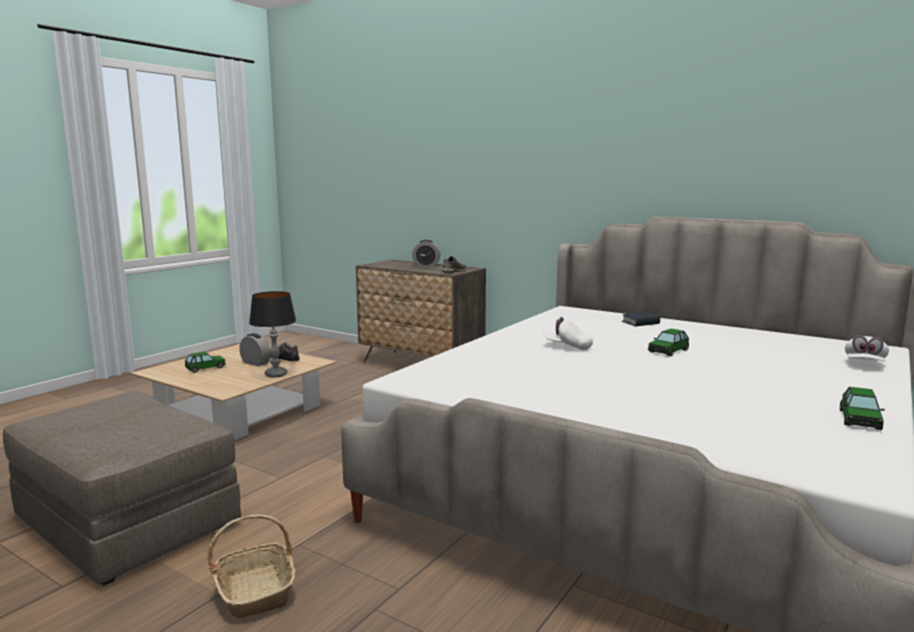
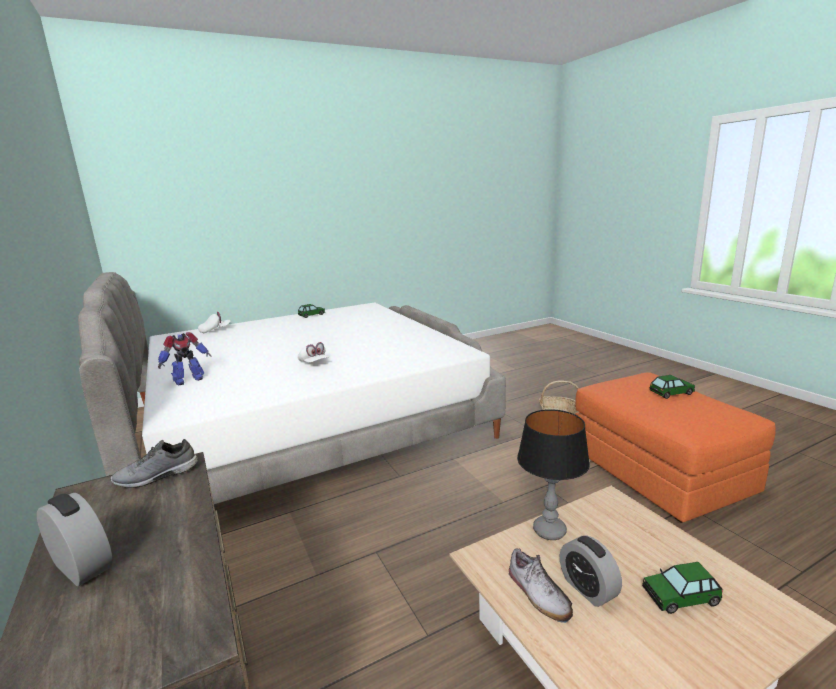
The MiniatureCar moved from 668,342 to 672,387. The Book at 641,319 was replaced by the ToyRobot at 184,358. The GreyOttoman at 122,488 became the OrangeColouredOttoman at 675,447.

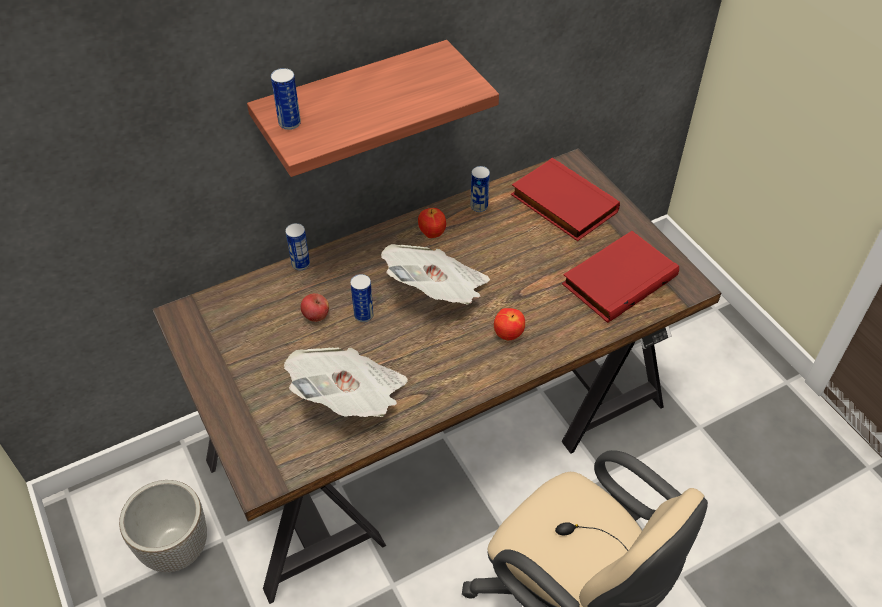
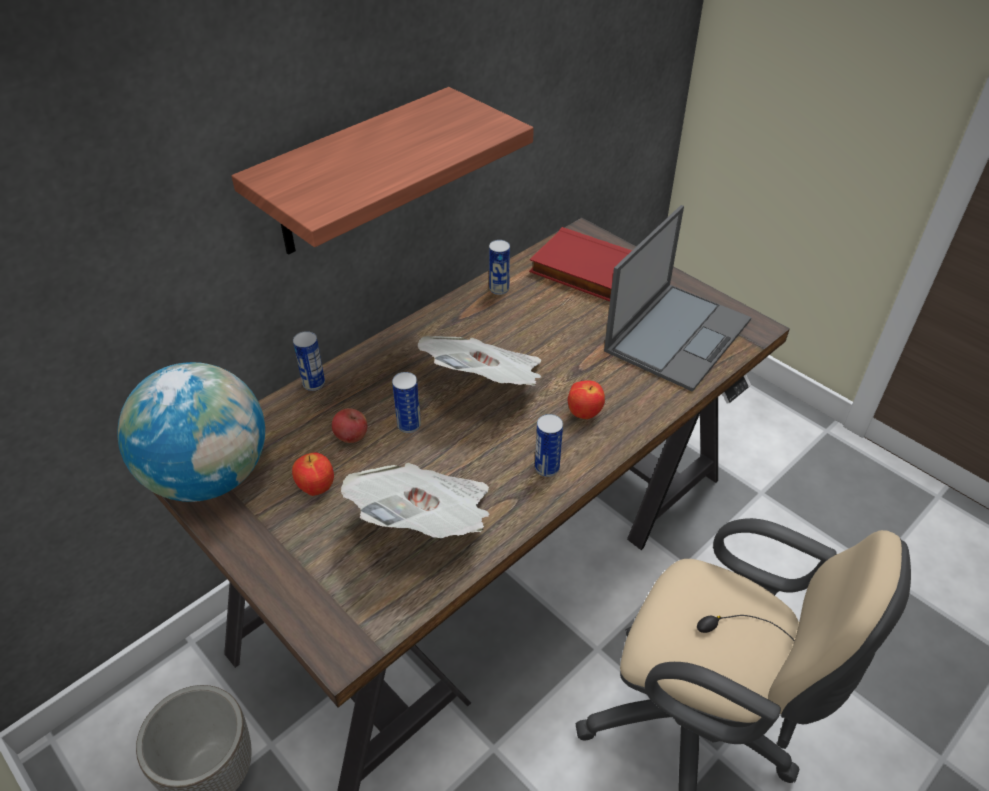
The WorldGlobe at 191,432 appeared. The Can moved from 286,99 to 549,445. The WholeApple moved from 432,223 to 313,474. The RedColouredBook at 620,277 was replaced by the NotebookComputer at 677,298.

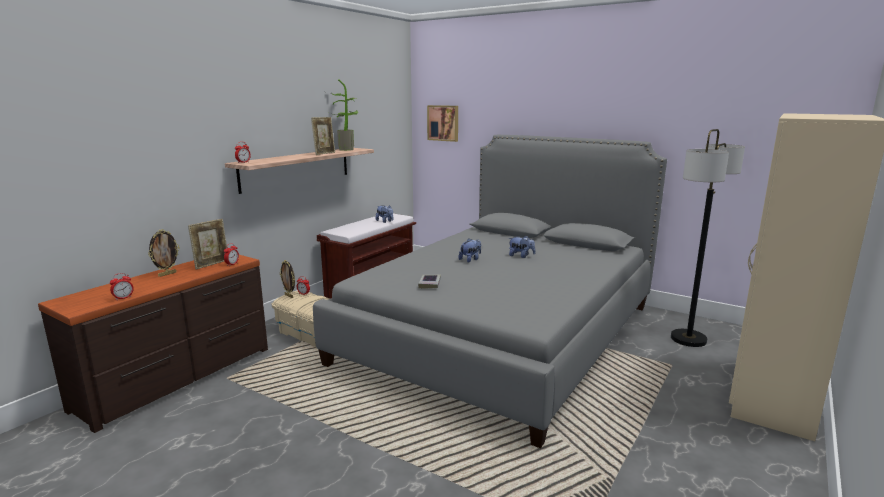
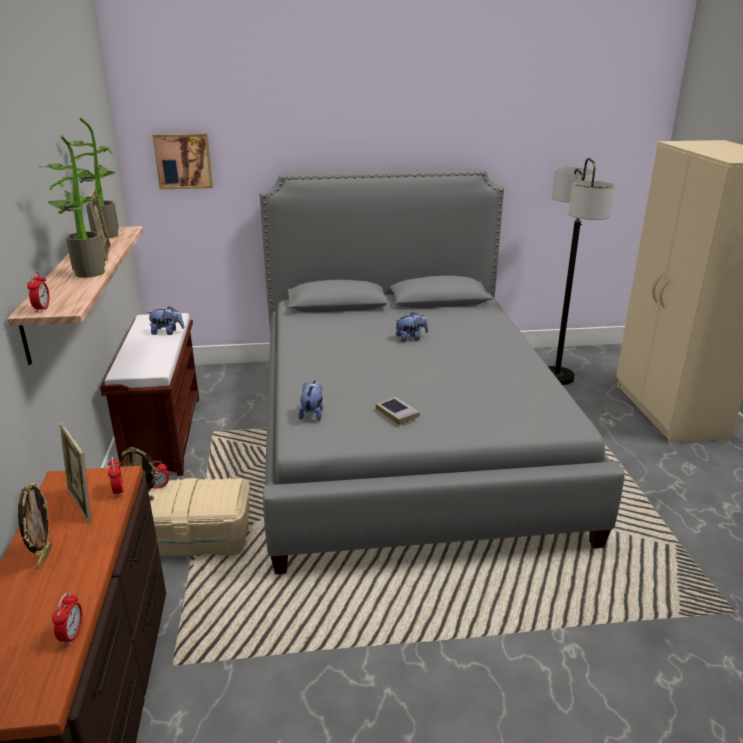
The PottedPlant at 72,206 appeared. The CuddlyToy moved from 469,250 to 310,401. The PhotoFrame at 207,244 turned 150 degrees clockwise.

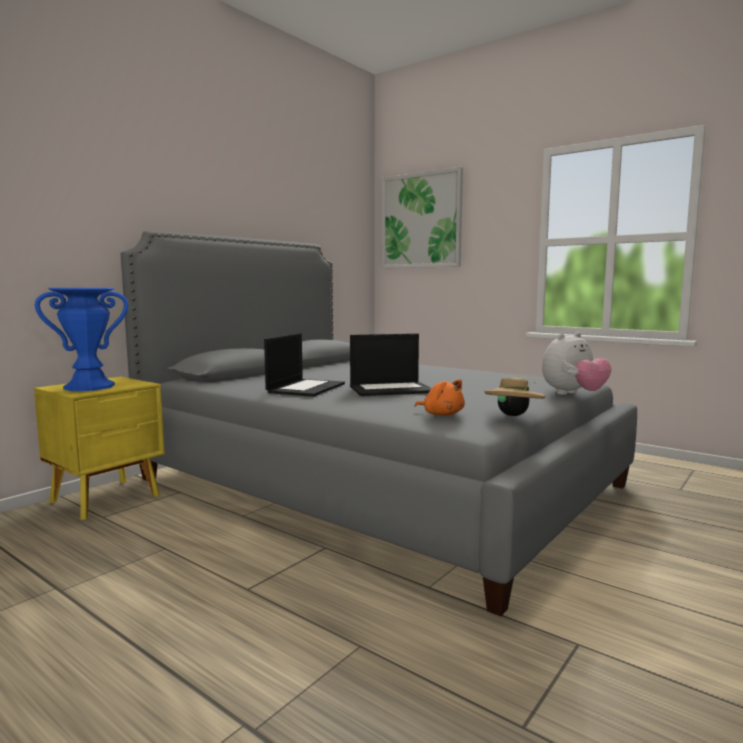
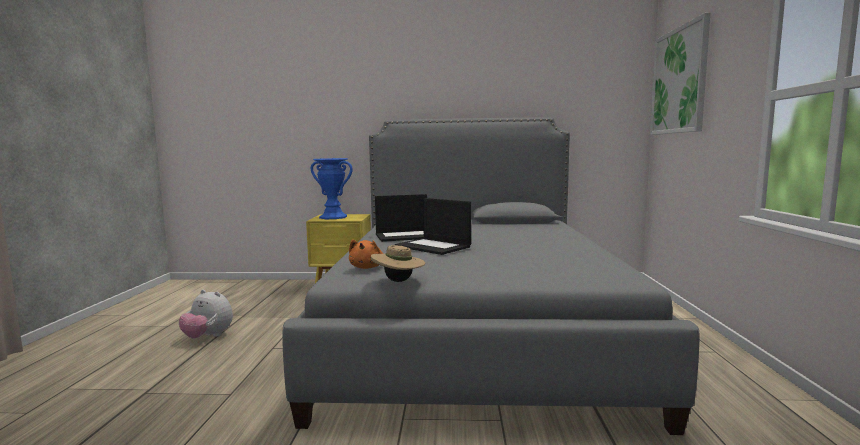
The CuddlyToy moved from 577,364 to 206,314.

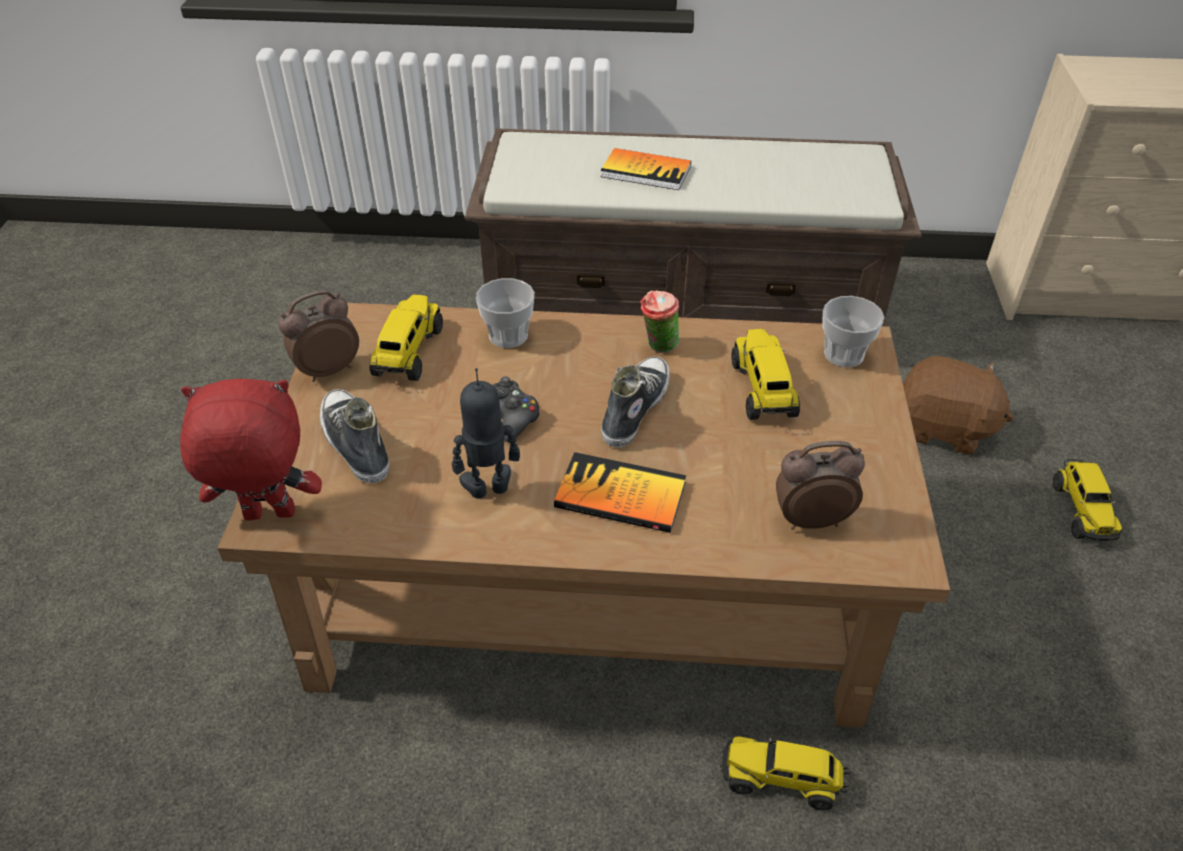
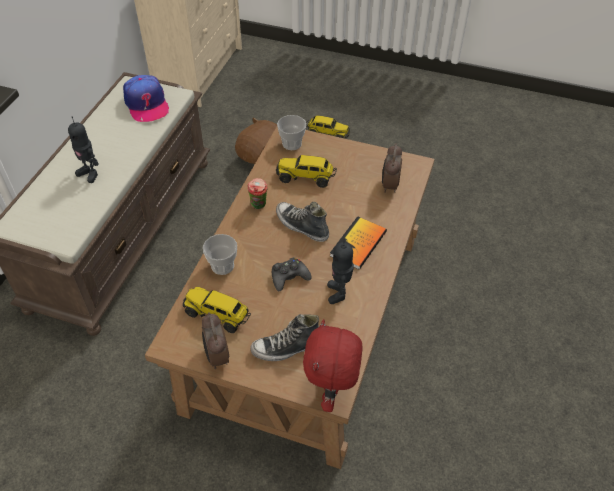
The ToyLorry at 785,773 disappeared. The BaseballCap at 146,98 appeared. The Book at 645,169 was replaced by the ToyRobot at 83,149.

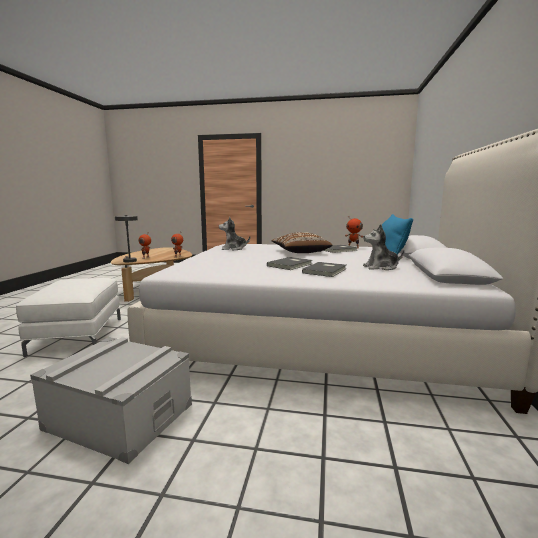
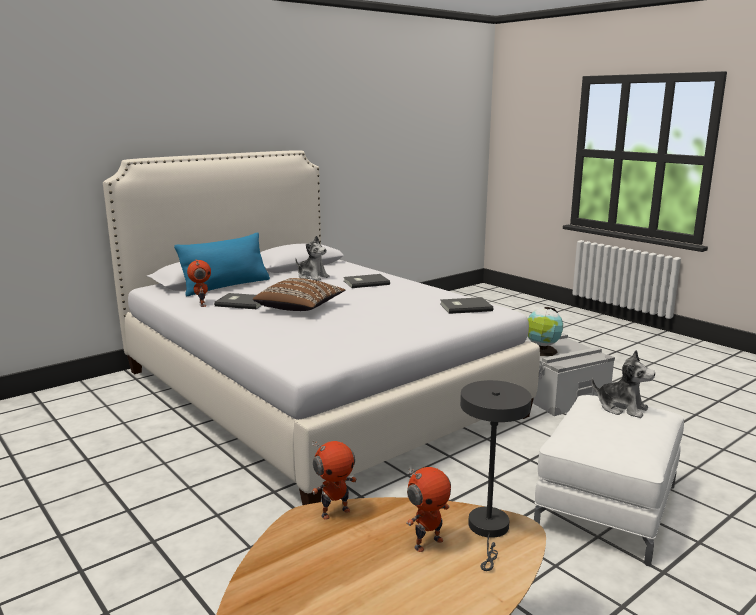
The WorldGlobe at 545,331 appeared. The CuddlyToy moved from 234,233 to 623,384. The GreyBook moved from 289,263 to 466,305.

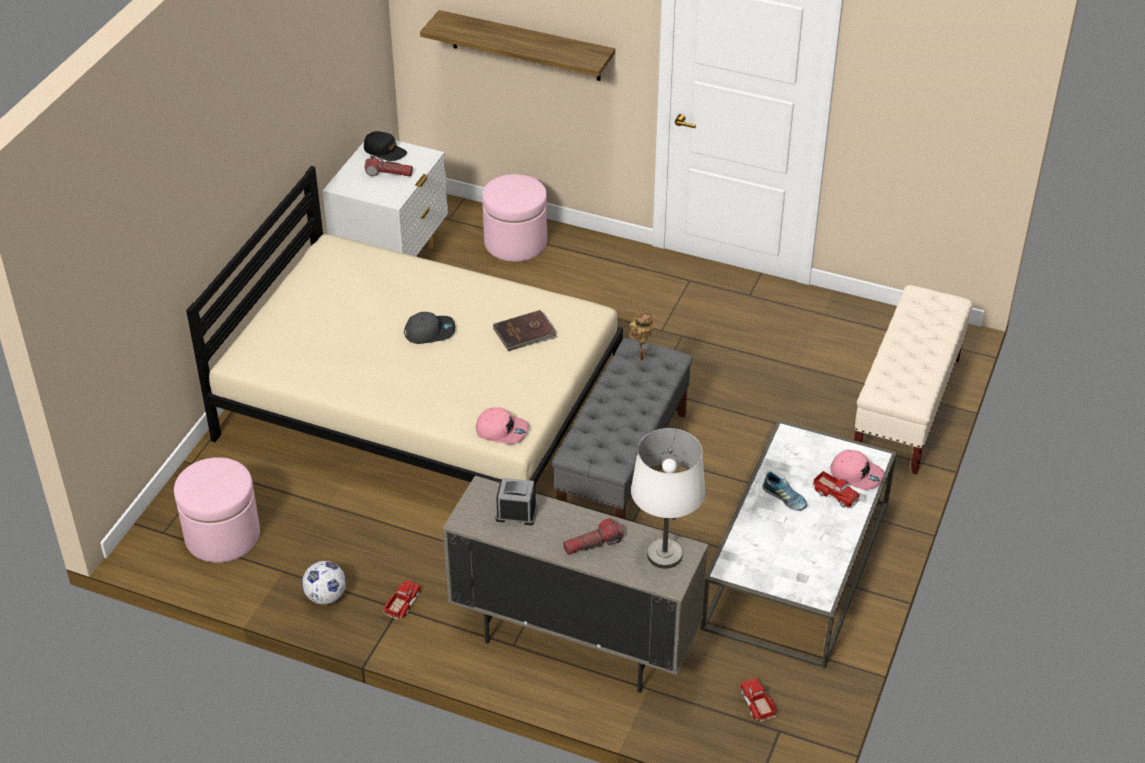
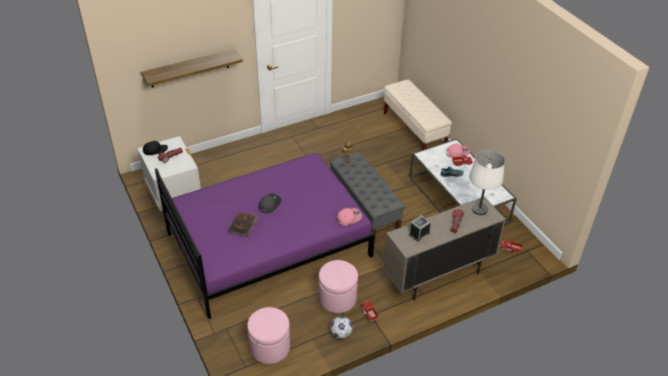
The PinkishOttoman moved from 514,218 to 338,286. The BrownColouredBook moved from 525,330 to 243,224. The BeigeColouredBedroomBed at 404,325 became the PurplishBedroomBed at 265,236.

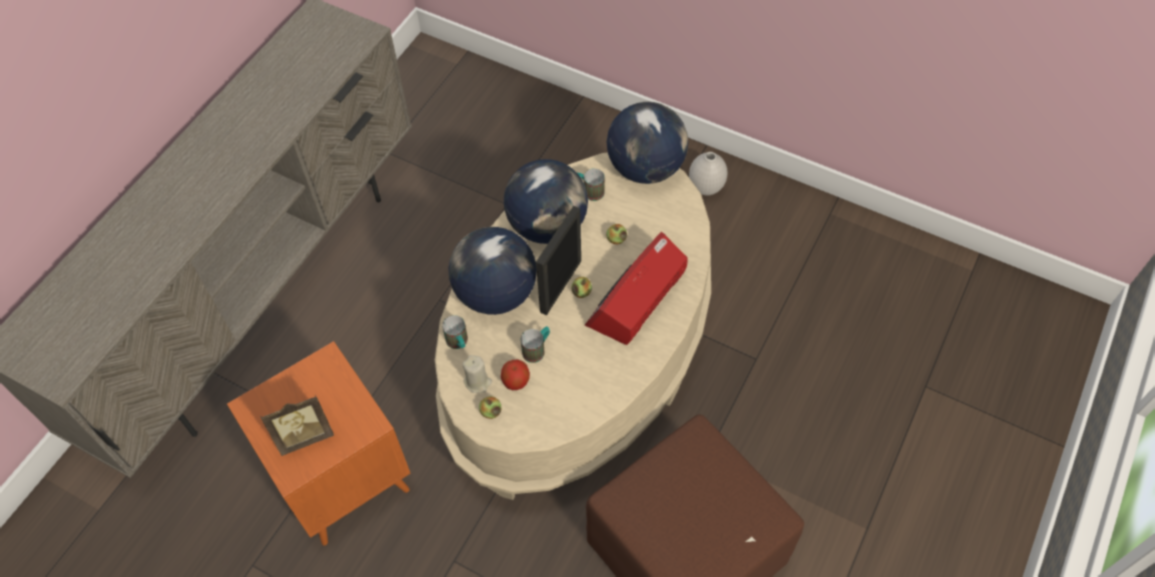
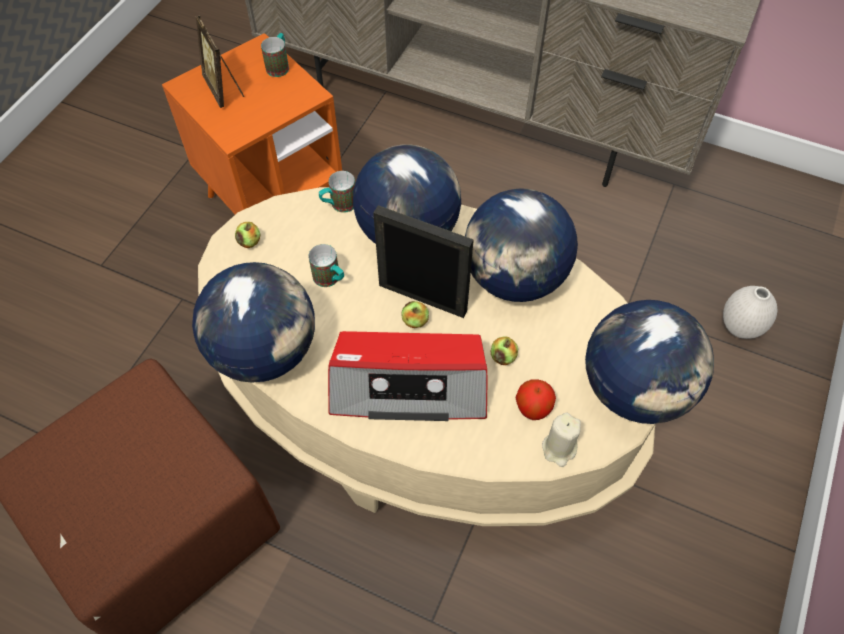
The WorldGlobe at 253,322 appeared. The BeigeColouredCandle moved from 477,374 to 561,439. The WholeApple moved from 515,375 to 535,399. The CoffeeMug moved from 591,185 to 275,55. The WhiteDecorativeVase moved from 708,173 to 750,312. The RadioSet at 636,288 turned 150 degrees clockwise.

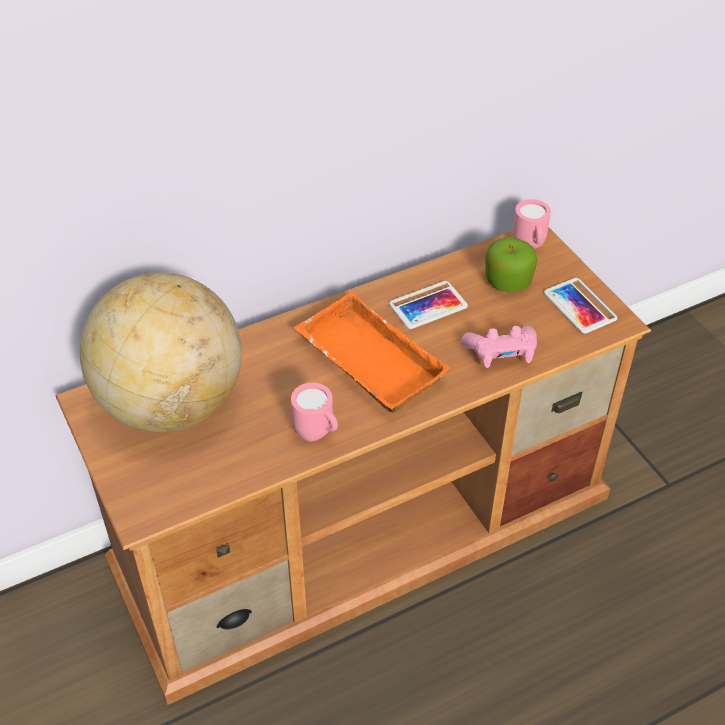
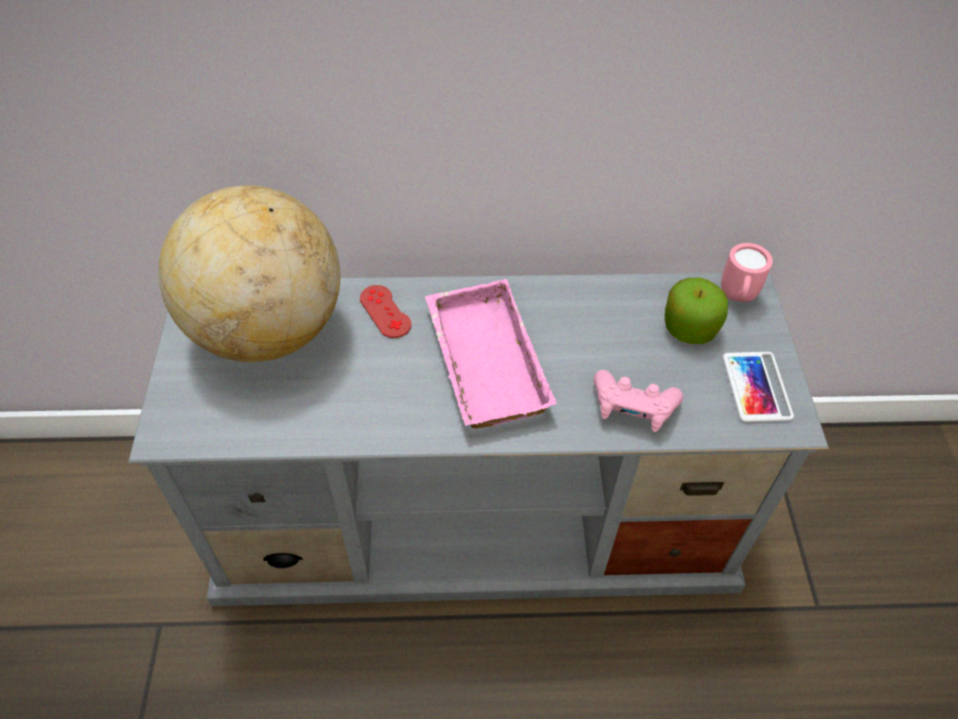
The PinkishCoffeeMug at 314,412 disappeared. The Handset at 428,305 disappeared. The RedColouredGameController at 385,311 appeared. The BrownColouredTvUnit at 353,466 became the GreyTvUnit at 478,439. The OrangeColouredServingTray at 372,352 became the PinkishServingTray at 491,354.

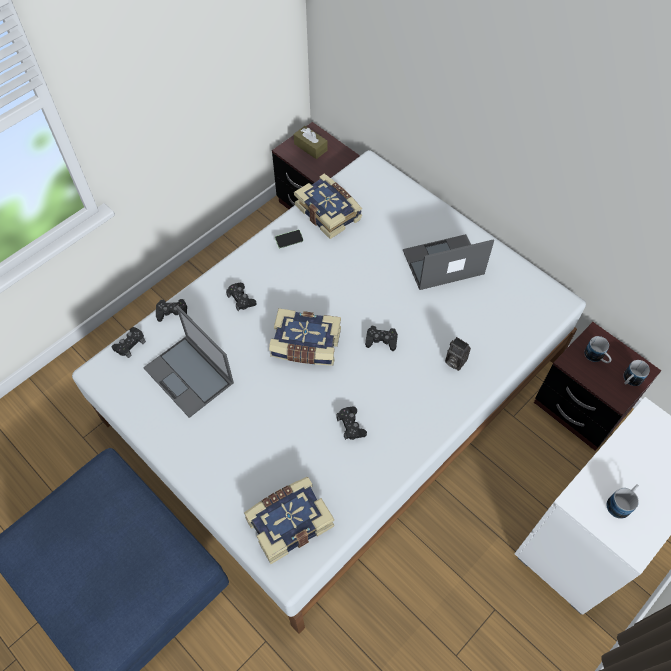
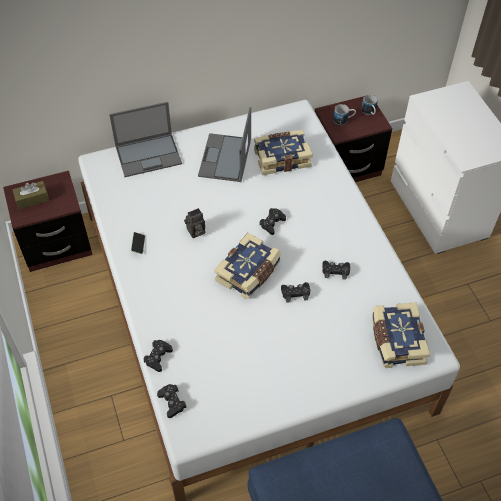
The CoffeeMug at 622,501 disappeared. The NotebookComputer moved from 188,361 to 145,139. The BlackishGameController moved from 241,297 to 295,292. The Book moved from 328,206 to 283,152. The StillCamera moved from 458,354 to 194,223.

